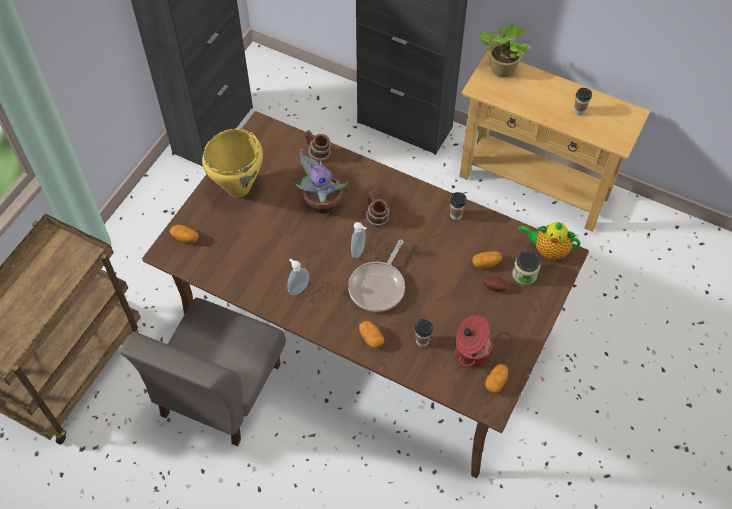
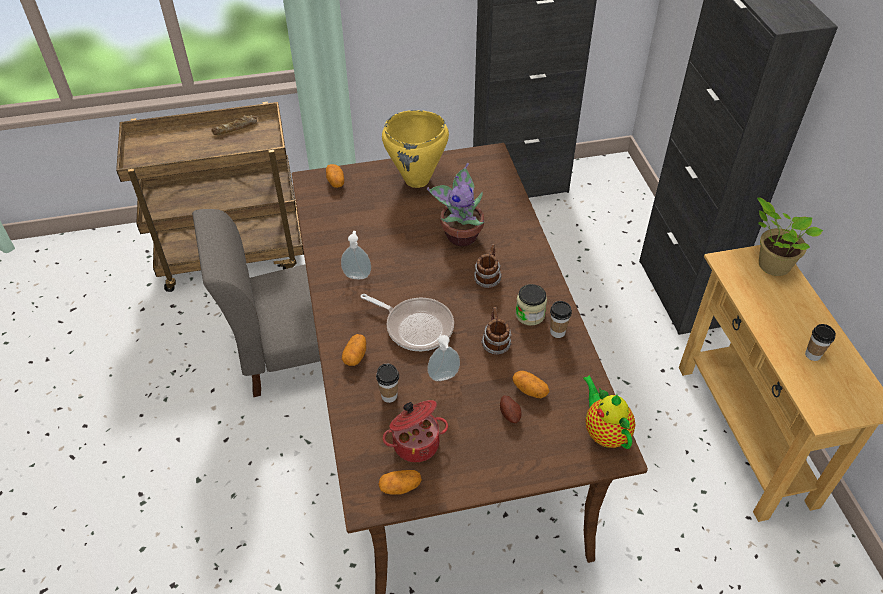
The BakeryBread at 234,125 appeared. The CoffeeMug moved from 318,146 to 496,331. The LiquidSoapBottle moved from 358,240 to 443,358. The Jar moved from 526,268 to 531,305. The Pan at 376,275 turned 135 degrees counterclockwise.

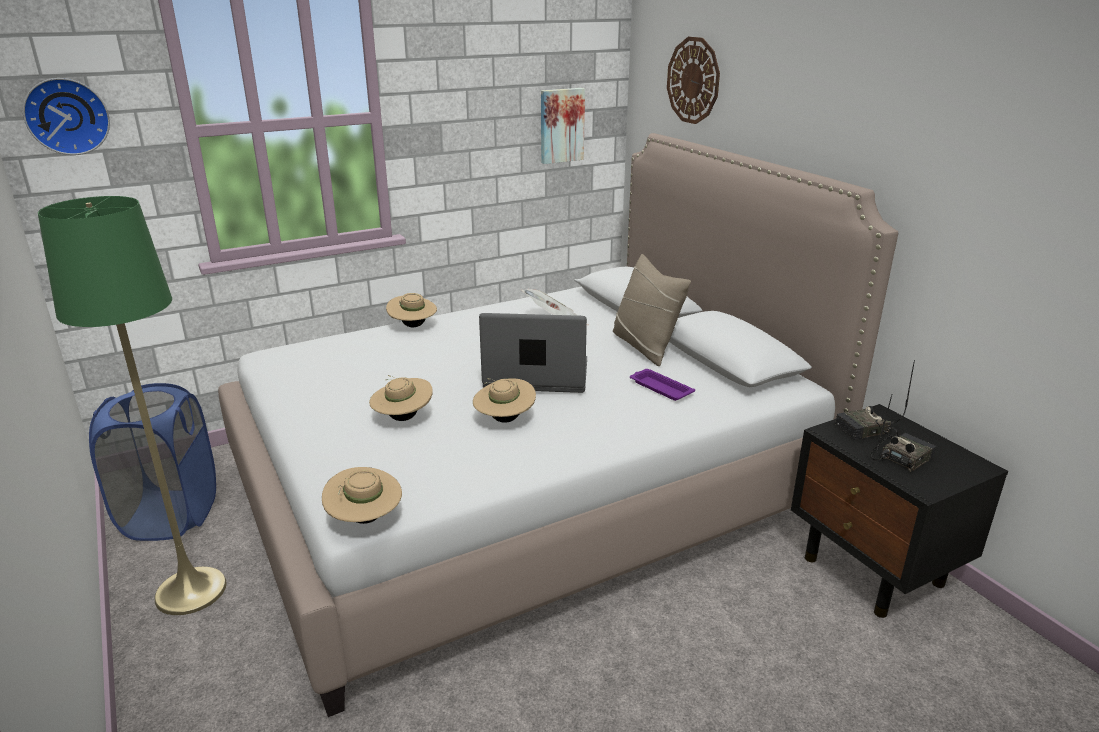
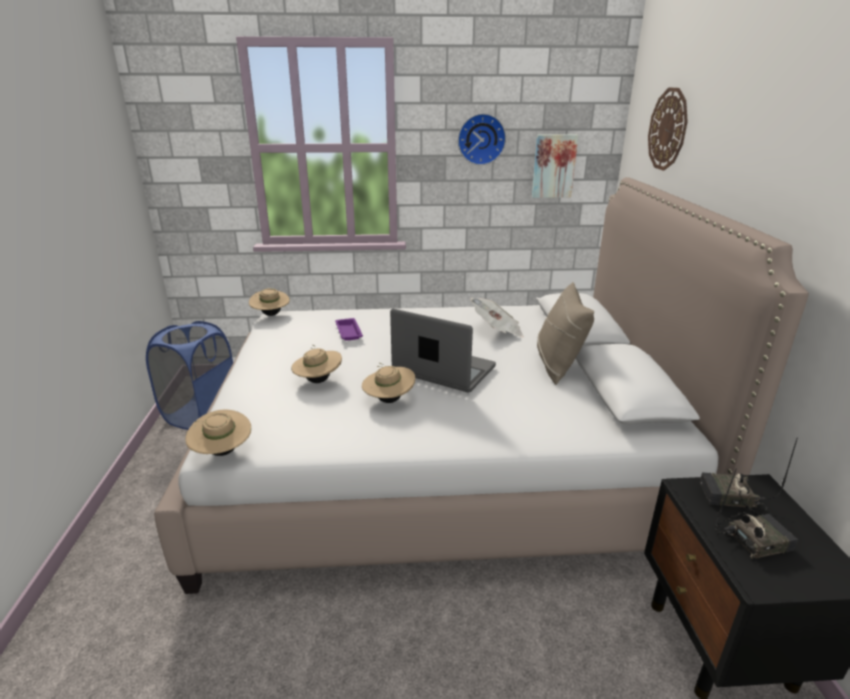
The GreenFloorLamp at 132,405 disappeared. The HangingClock moved from 66,116 to 482,139. The BeigeColouredClothingHat moved from 411,310 to 269,302. The PurplishServingTray moved from 662,385 to 349,329.

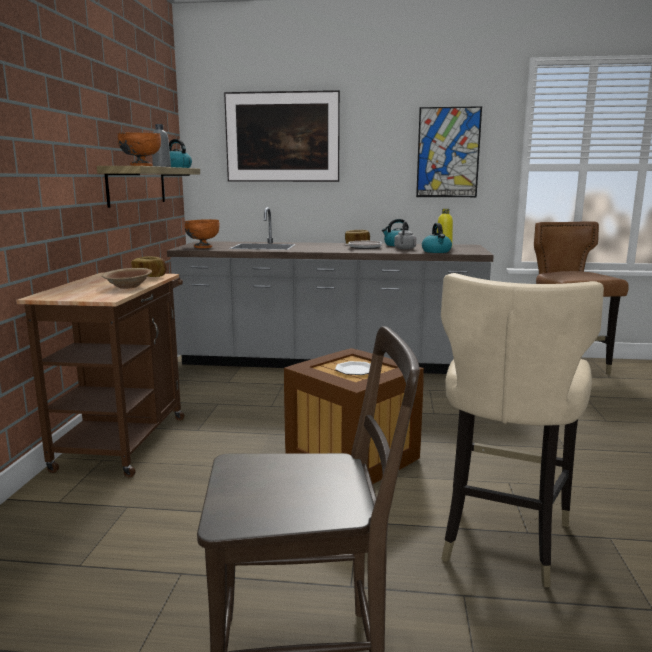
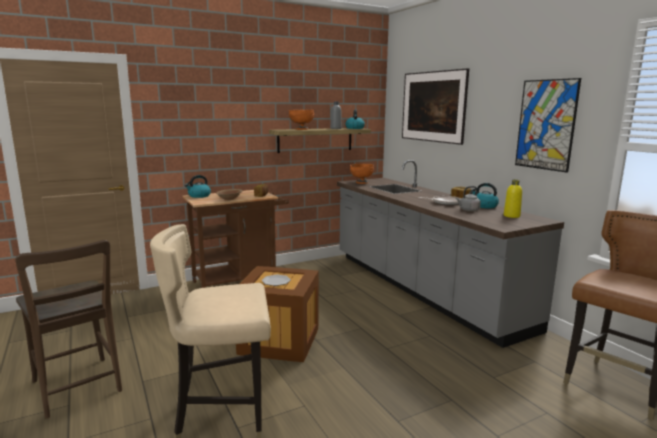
The WaterKettle moved from 437,238 to 198,186.

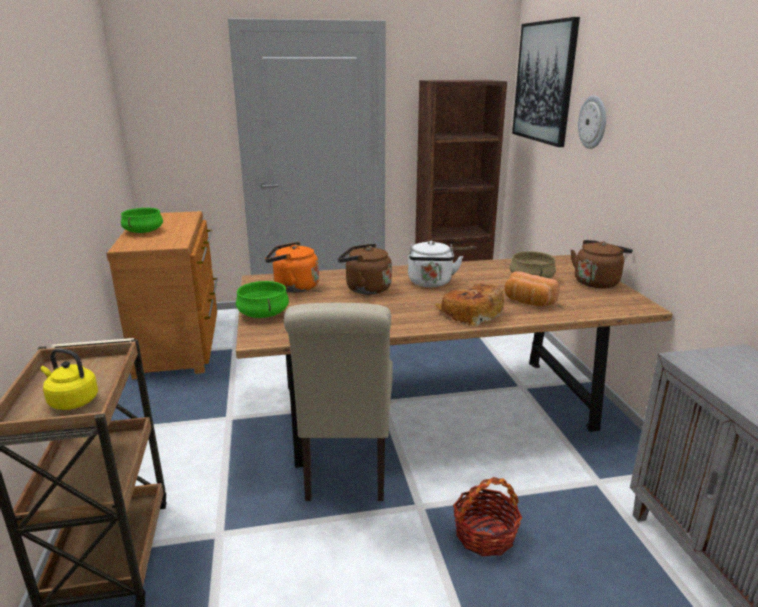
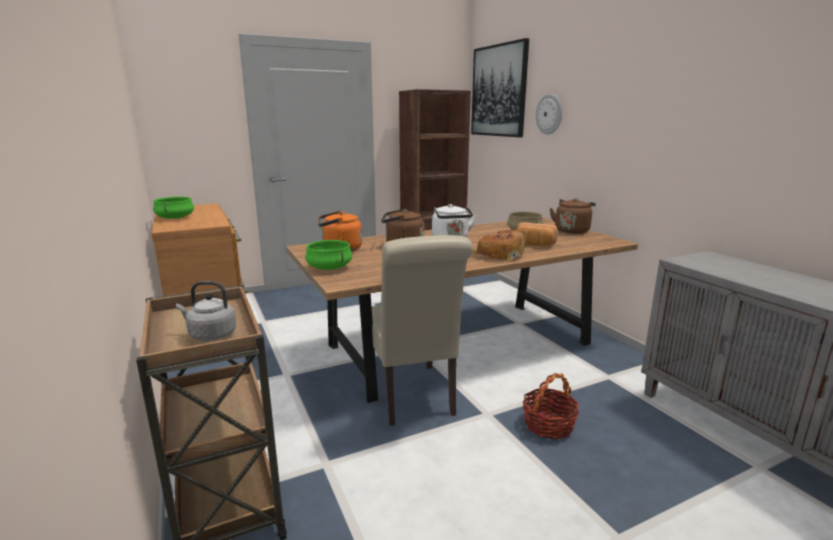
The YellowWaterKettle at 69,379 became the GreyWaterKettle at 206,311.

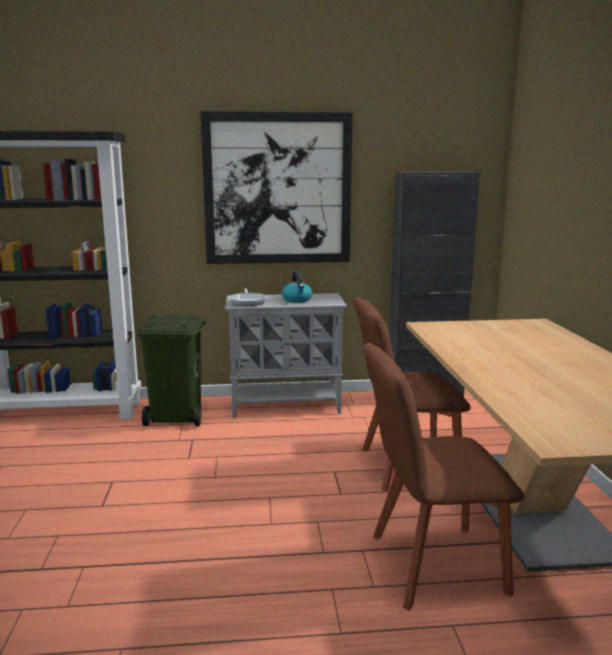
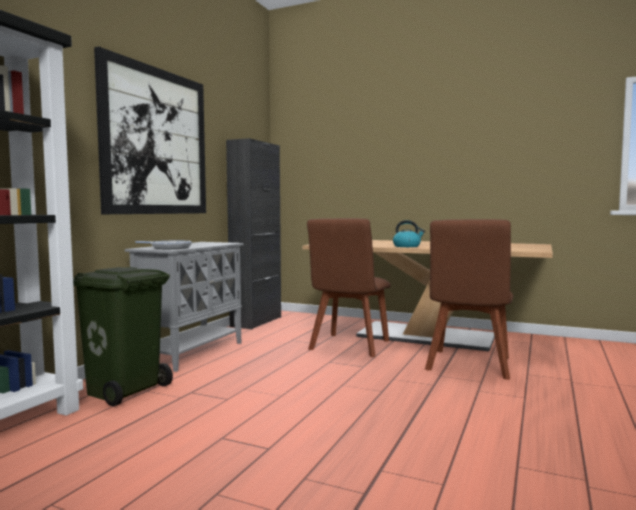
The WaterKettle moved from 297,287 to 409,233.

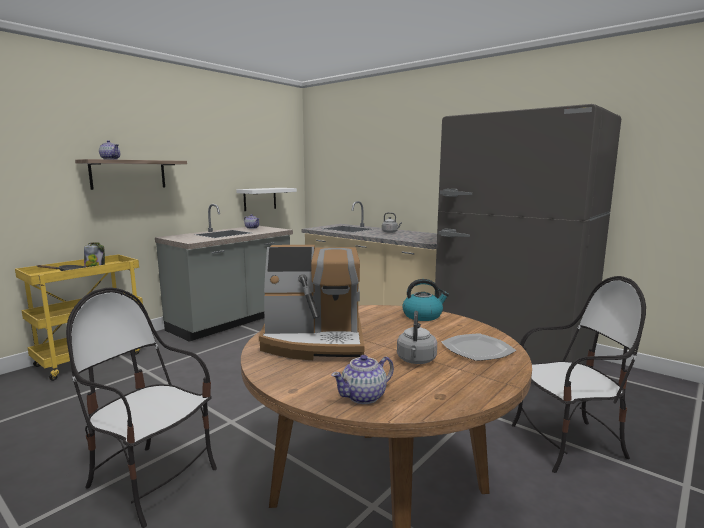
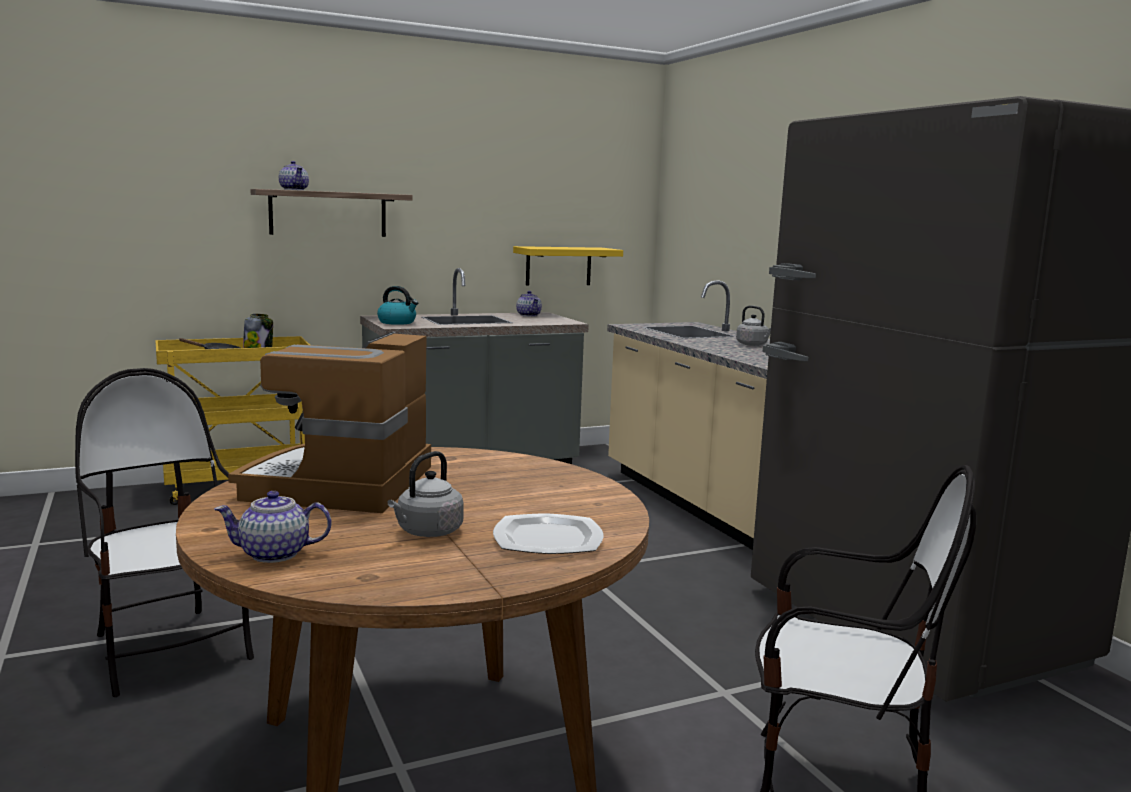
The WaterKettle moved from 426,300 to 397,305. The WhiteWallShelf at 266,199 became the YellowWallShelf at 568,265. The CoffeeMachine at 311,302 turned 75 degrees clockwise.

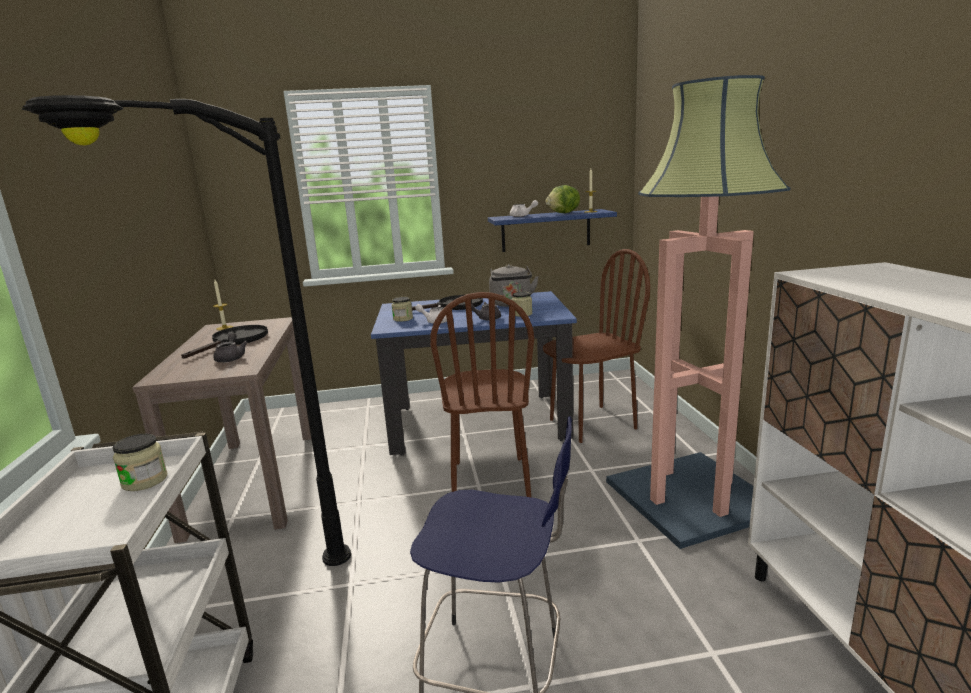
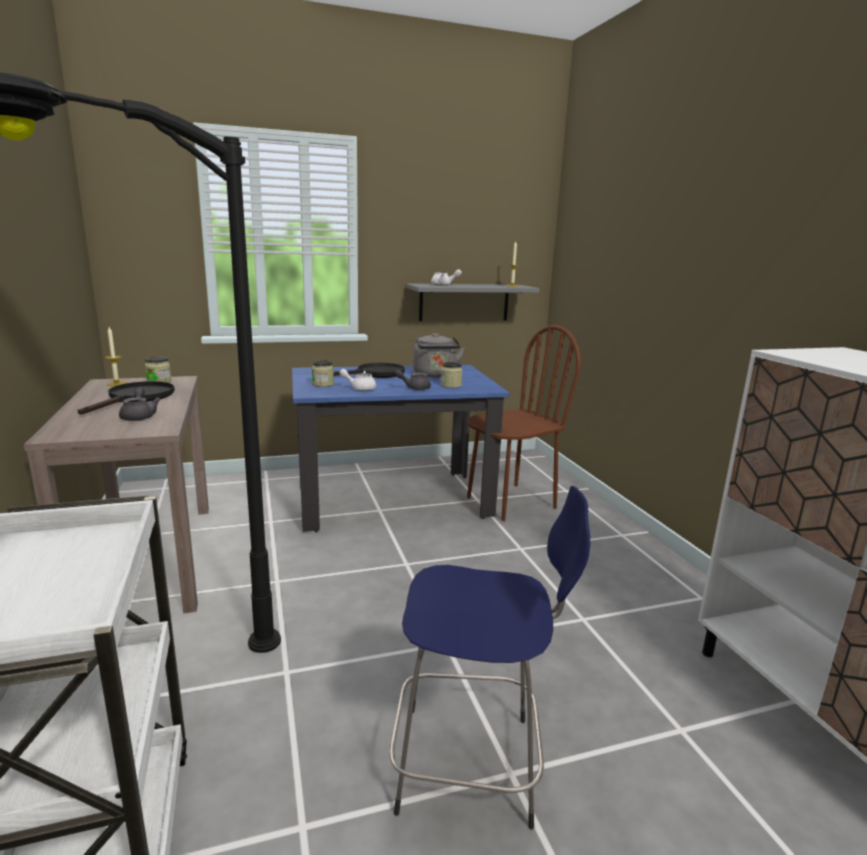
The BrownColouredChair at 482,394 disappeared. The HeadOfLettuce at 563,199 disappeared. The FloorLamp at 698,312 disappeared. The Jar moved from 140,462 to 158,370. The BlueColouredWallShelf at 552,230 became the GreyWallShelf at 473,302.

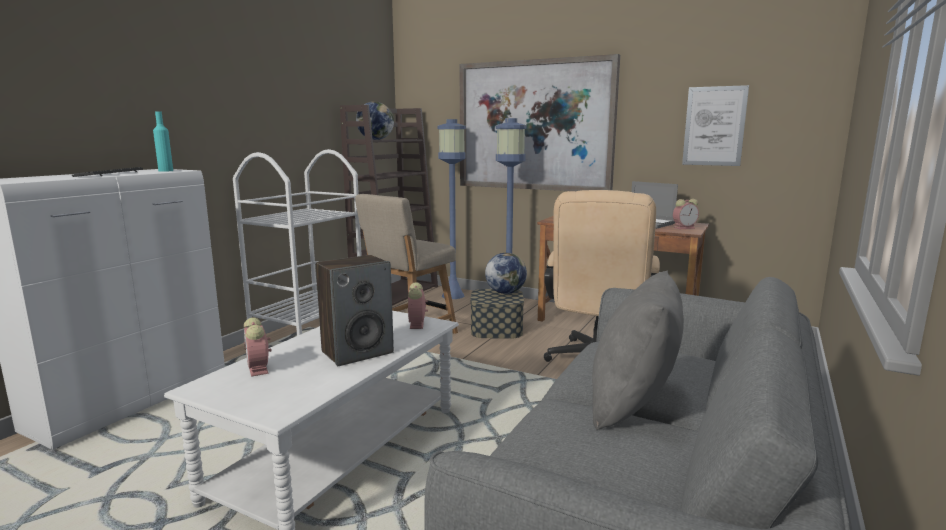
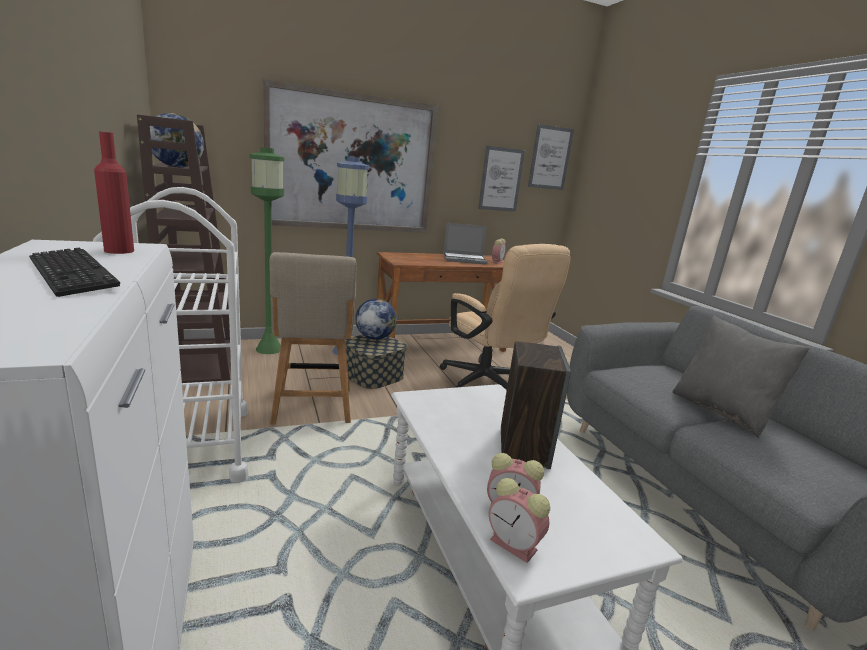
The Picture at 551,157 appeared. The AlarmClock moved from 418,305 to 519,520. The TurquoiseColouredDrinkBottle at 163,142 became the RedColouredDrinkBottle at 114,192. The BlueColouredFloorLamp at 452,209 became the GreenFloorLamp at 267,250.

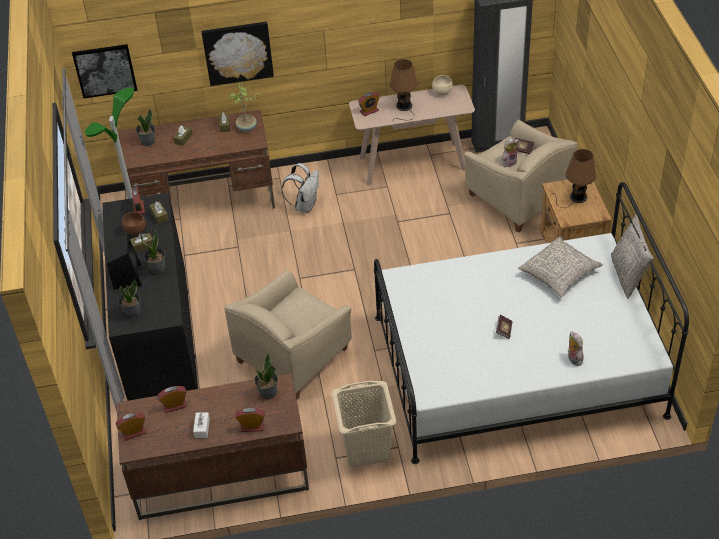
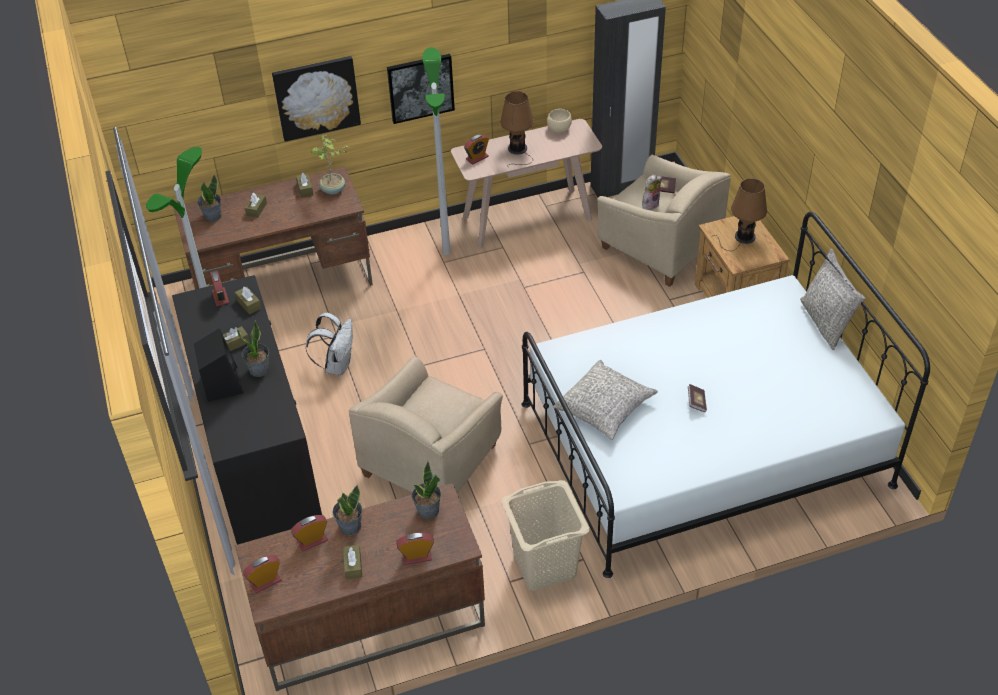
The BrownColouredServingBowl at 134,223 disappeared. The CuddlyToy at 576,348 disappeared. The FloorLamp at 436,151 appeared. The Picture moved from 104,71 to 421,89. The PottedPlant moved from 129,299 to 347,510. The WhiteKnapsack moved from 300,188 to 329,343. The GreyPillow moved from 560,267 to 605,400. The WhiteTissueBox at 201,425 became the BrownColouredTissueBox at 352,562.

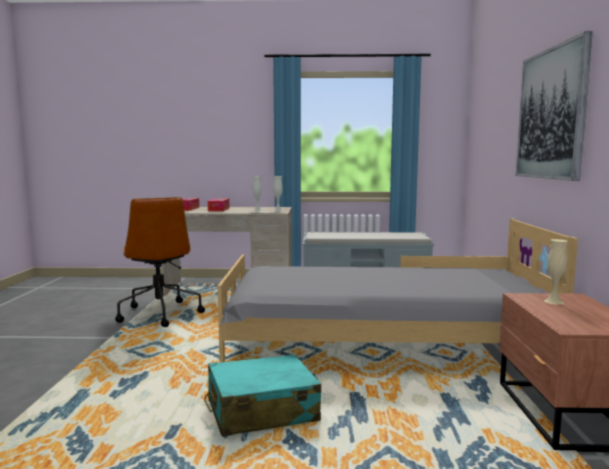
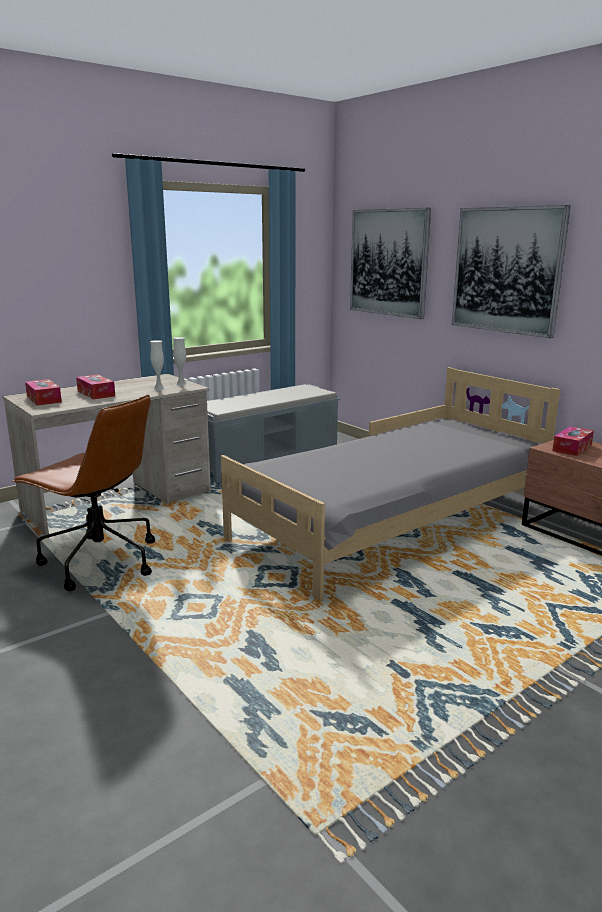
The TurquoiseColouredSuitcase at 262,395 disappeared. The Picture at 390,263 appeared. The BeigeColouredDecorativeVase at 555,272 was replaced by the TissueBox at 573,441.

